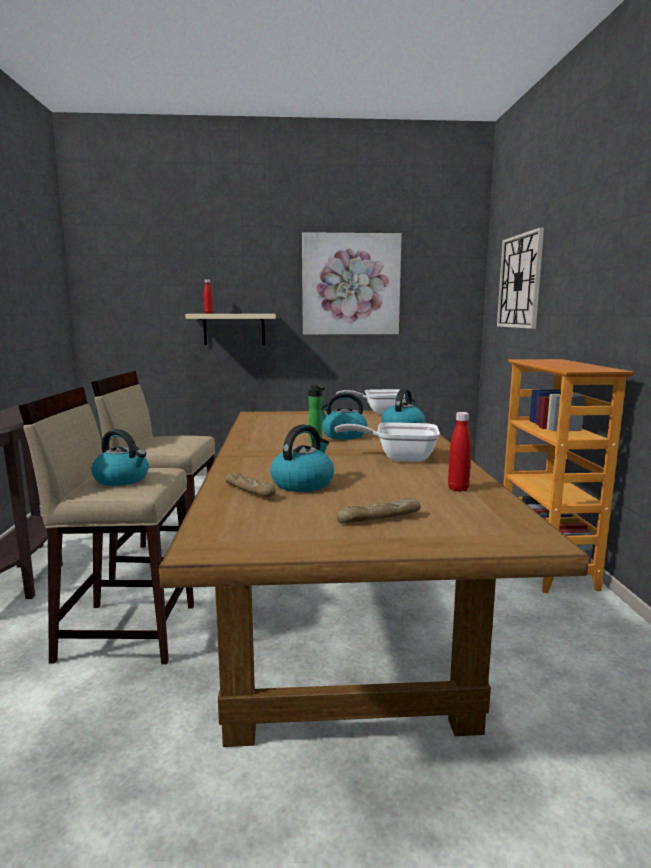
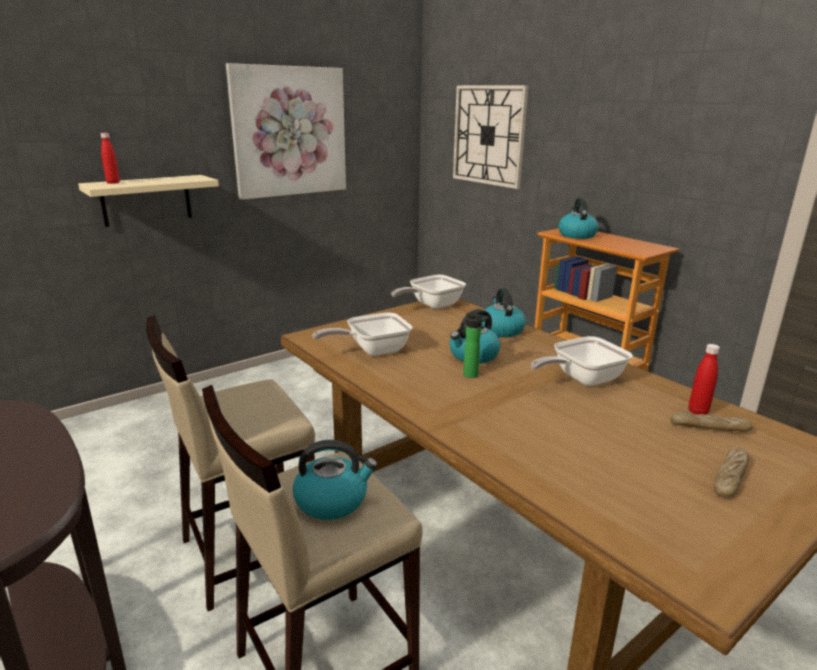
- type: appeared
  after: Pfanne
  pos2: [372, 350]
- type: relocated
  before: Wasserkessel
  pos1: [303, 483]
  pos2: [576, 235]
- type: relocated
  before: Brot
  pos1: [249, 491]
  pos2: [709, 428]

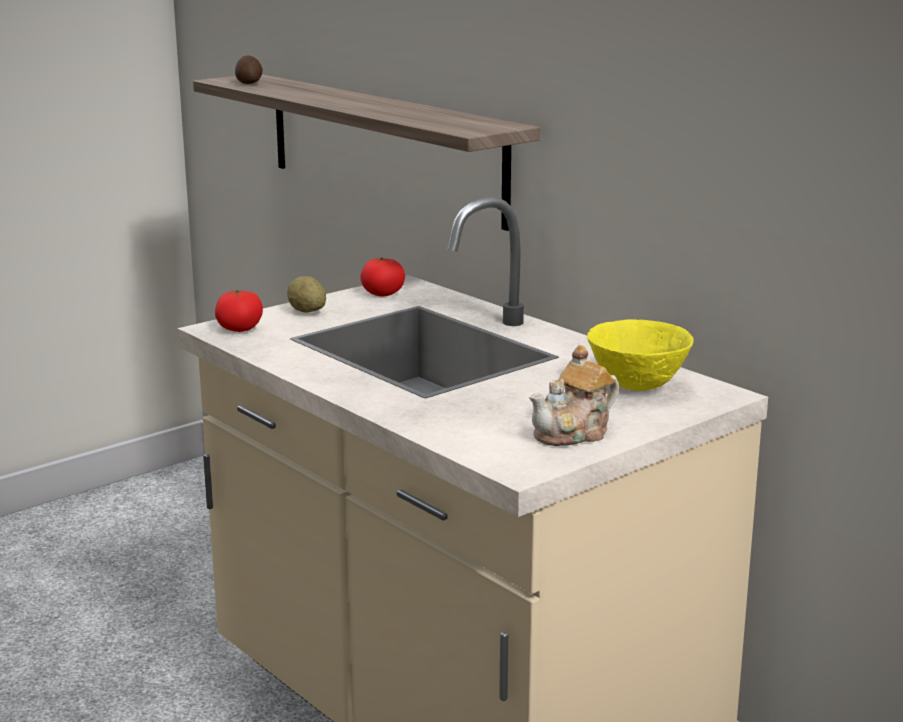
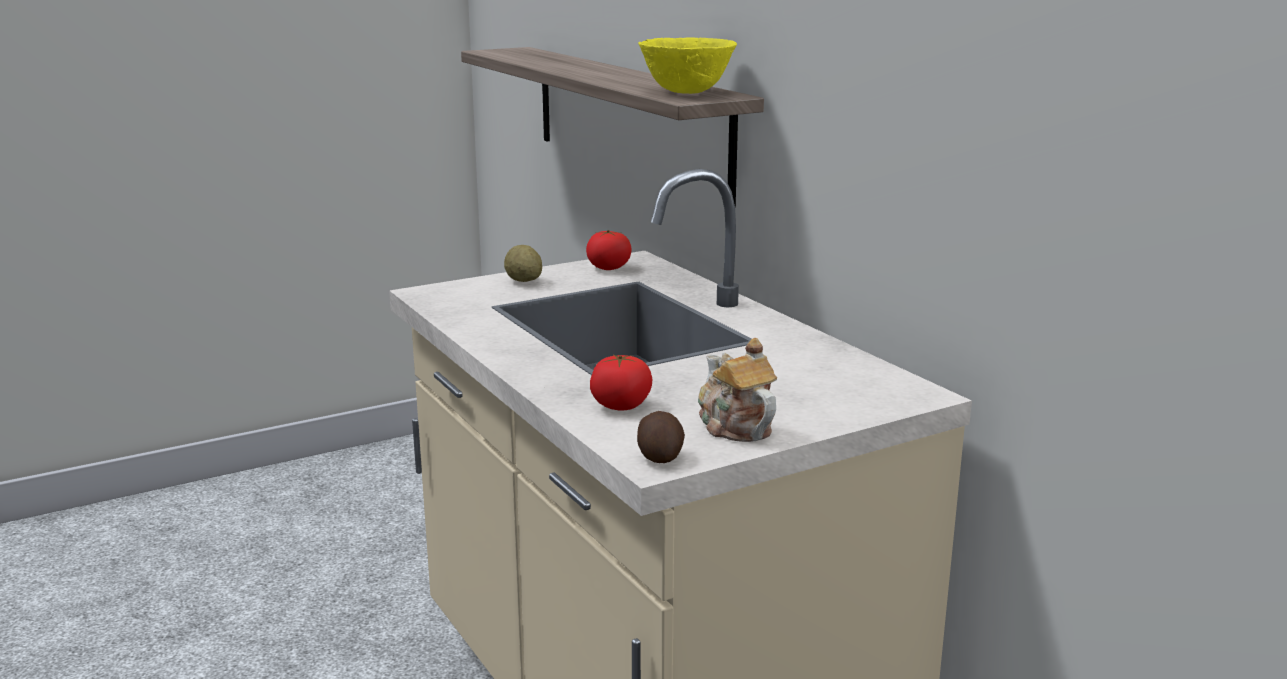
- type: relocated
  before: Tomate
  pos1: [240, 329]
  pos2: [621, 405]
- type: relocated
  before: Kartoffel
  pos1: [249, 83]
  pos2: [659, 455]
- type: relocated
  before: Schüssel/gelb
  pos1: [638, 386]
  pos2: [687, 92]
- type: spun
  before: Teekanne
  pos1: [574, 433]
  pos2: [734, 426]
  turn: 90

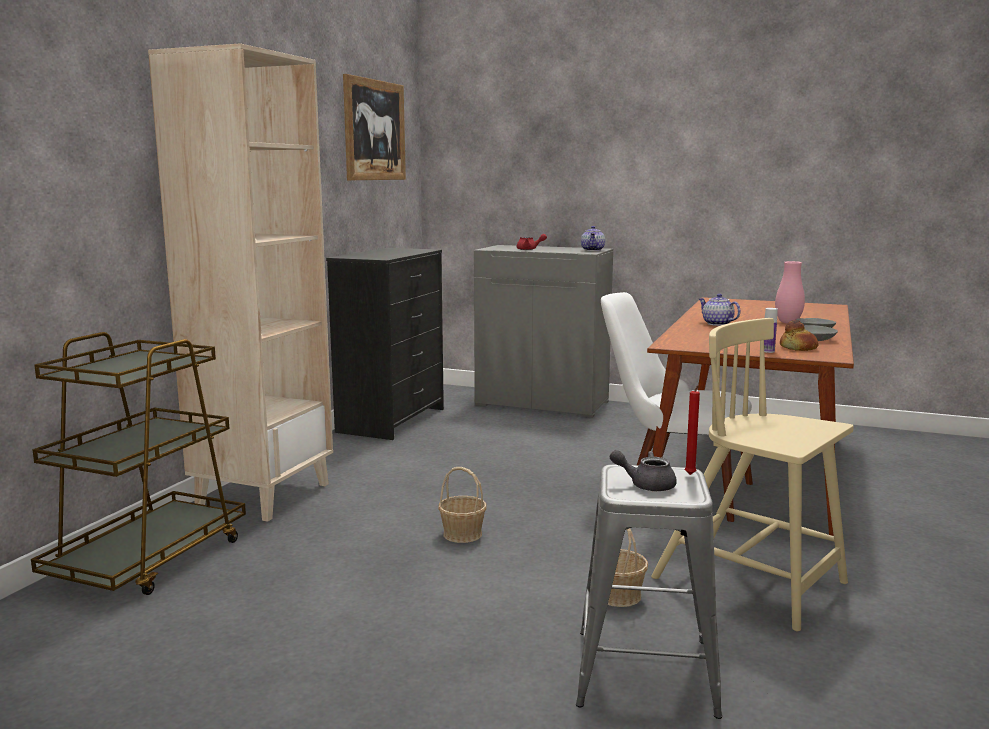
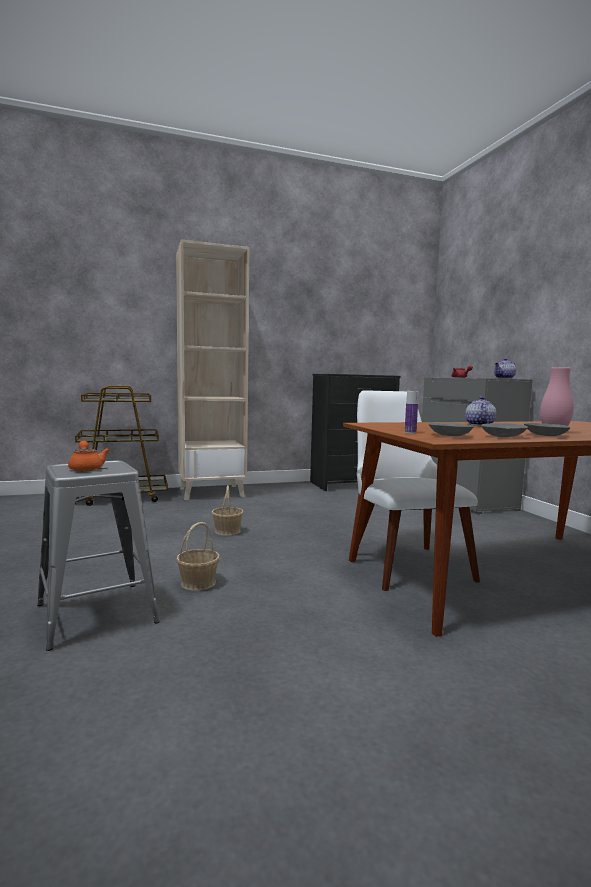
- type: colour
  before: Teekanne/grau
  after: Teekanne/orange
  pos1: [646, 485]
  pos2: [86, 468]
- type: exchanged
  before: Brot
  after: Schüssel/grau
  pos1: [798, 348]
  pos2: [450, 435]
- type: missing
  before: Bild
  pos1: [374, 130]
- type: missing
  before: Stuhl/beige
  pos1: [752, 582]
- type: missing
  before: Kerze/rot
  pos1: [690, 475]

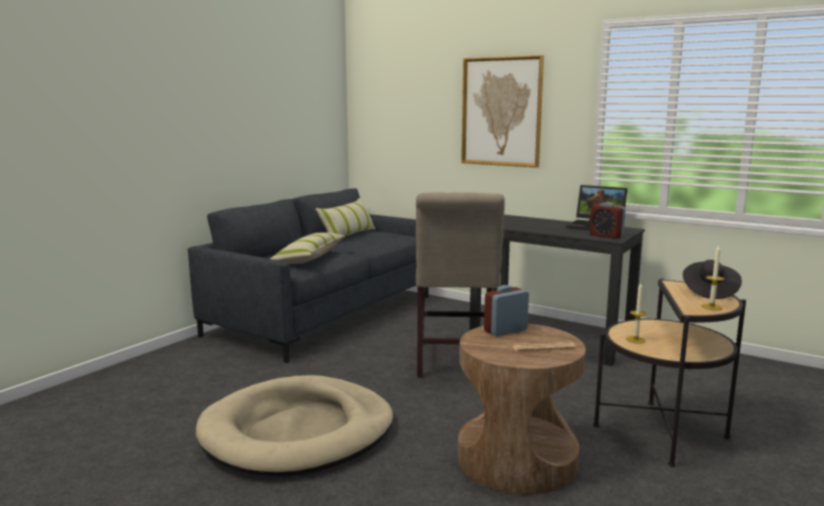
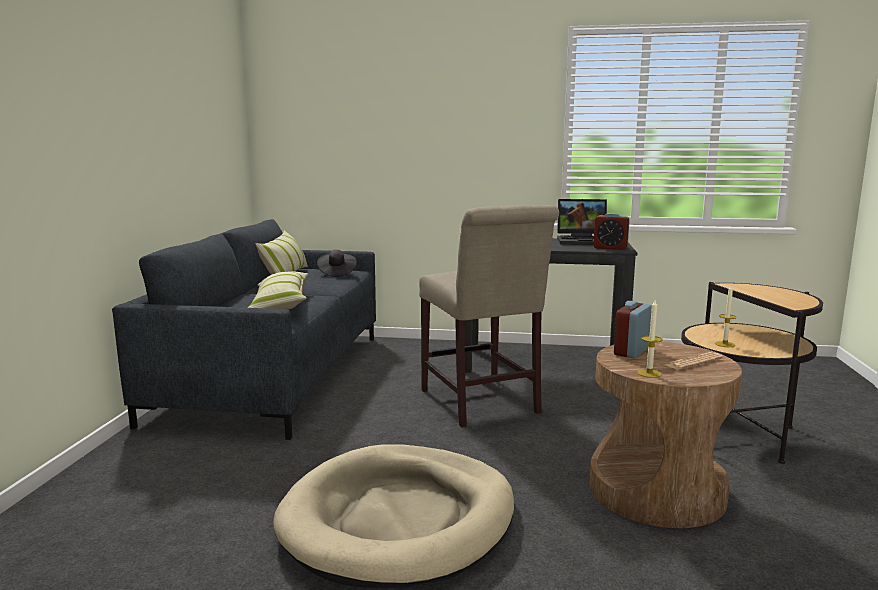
- type: relocated
  before: Hut/schwarz
  pos1: [709, 292]
  pos2: [336, 273]
- type: relocated
  before: Kerze
  pos1: [711, 307]
  pos2: [649, 373]
- type: missing
  before: Bild
  pos1: [501, 111]

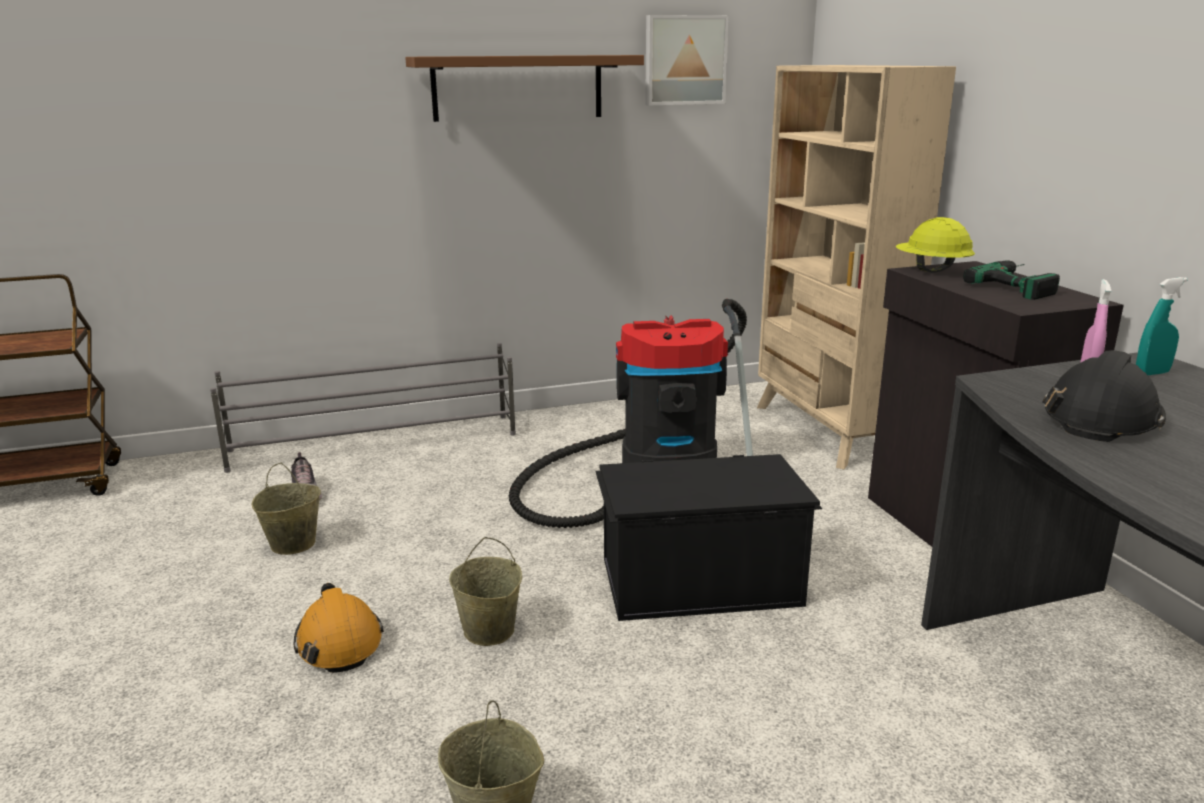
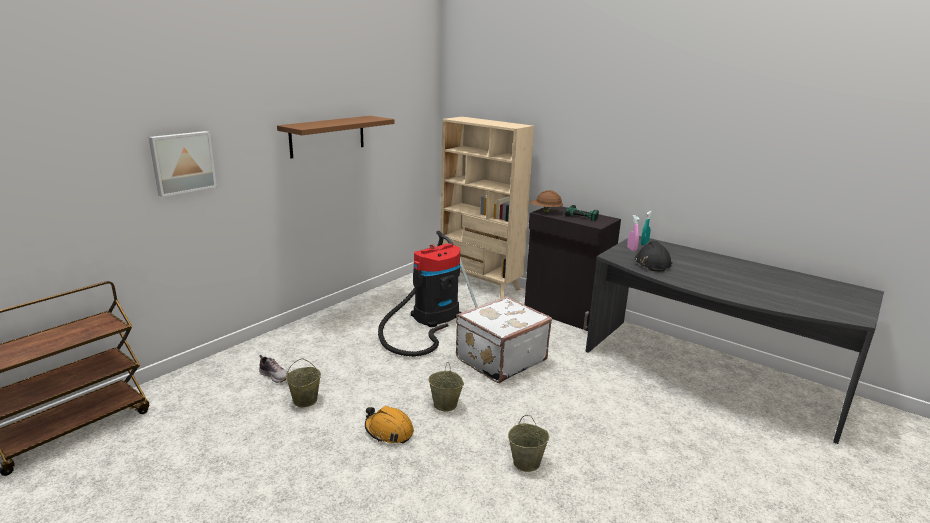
- type: relocated
  before: Bild
  pos1: [684, 60]
  pos2: [182, 162]
- type: exchanged
  before: Aufbewahrungsbox/schwarz
  after: Koffer/weiß
  pos1: [698, 580]
  pos2: [499, 359]
- type: colour
  before: Schutzhelm/gelb
  after: Schutzhelm/braun
  pos1: [931, 270]
  pos2: [545, 211]
- type: missing
  before: Schuhregal/grau
  pos1: [376, 442]

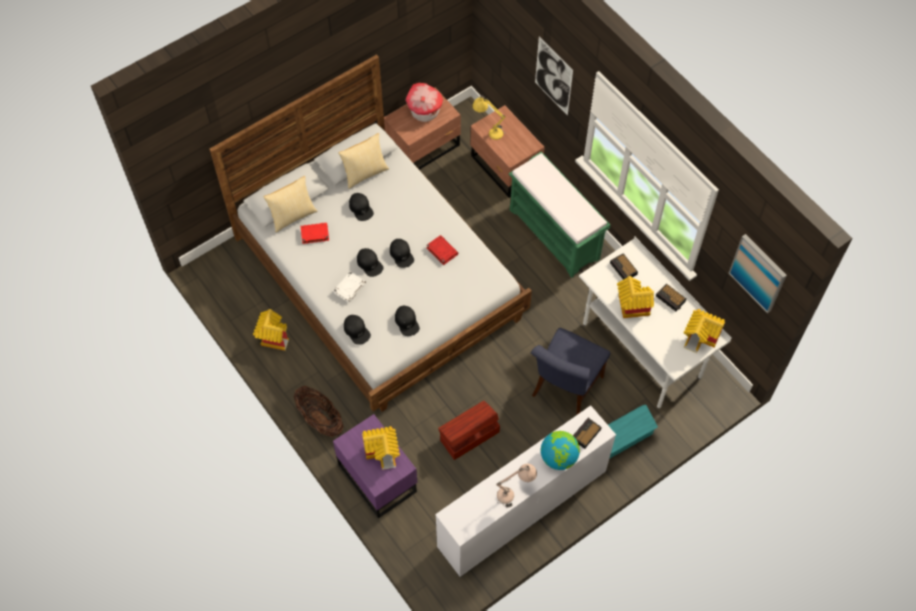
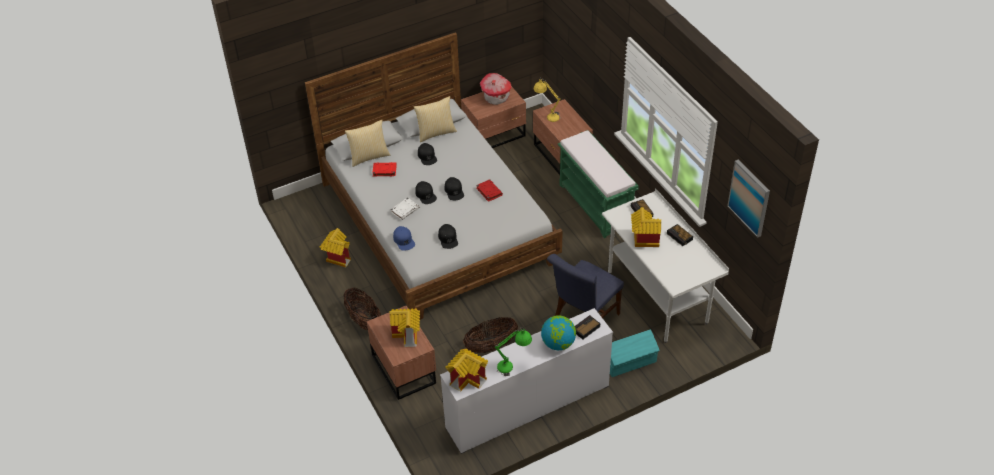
- type: colour
  before: Nachttisch/lila
  after: Nachttisch/braun
  pos1: [377, 476]
  pos2: [404, 368]
- type: colour
  before: Kappe/schwarz
  after: Kappe/blau
  pos1: [356, 330]
  pos2: [404, 240]
- type: relocated
  before: Spielzeughaus
  pos1: [700, 337]
  pos2: [468, 379]
- type: exchanged
  before: Aufbewahrungsbox/braun
  after: Korb
  pos1: [469, 436]
  pos2: [491, 346]
- type: colour
  before: Tischlampe/beige
  after: Tischlampe/grün
  pos1: [514, 493]
  pos2: [513, 366]
- type: missing
  before: Bild
  pos1: [553, 76]

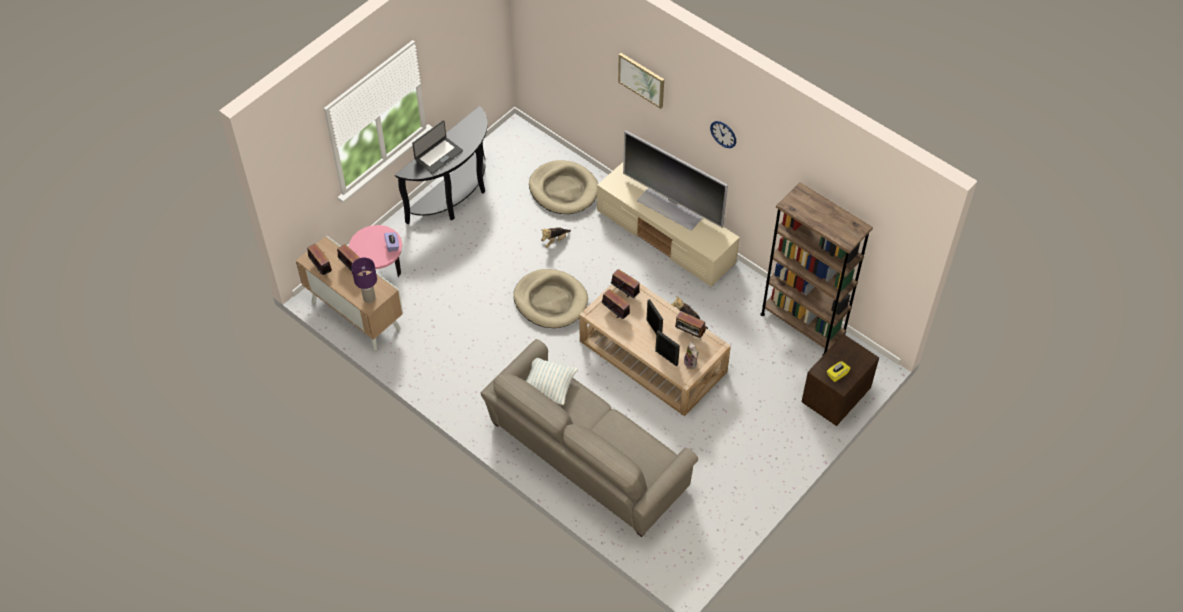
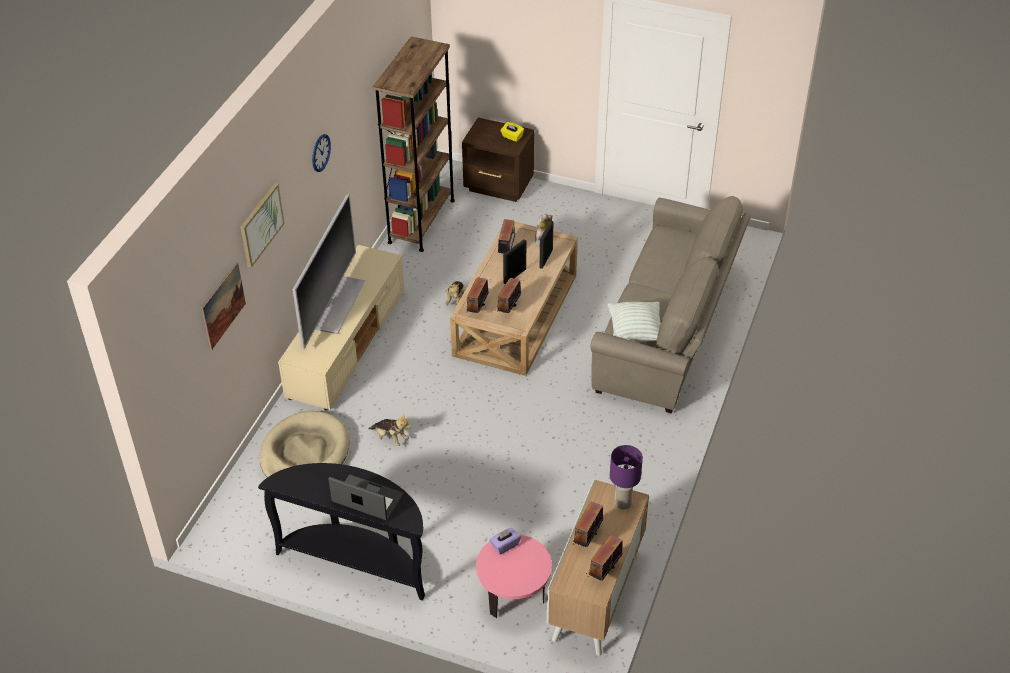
- type: appeared
  after: Bild
  pos2: [223, 305]
- type: missing
  before: Hundebett/beige
  pos1: [550, 301]

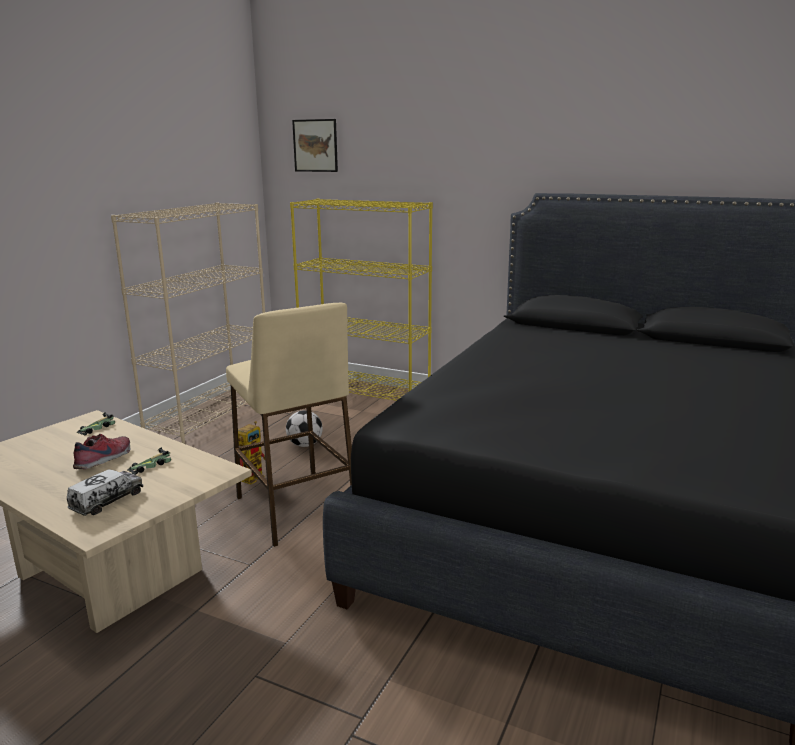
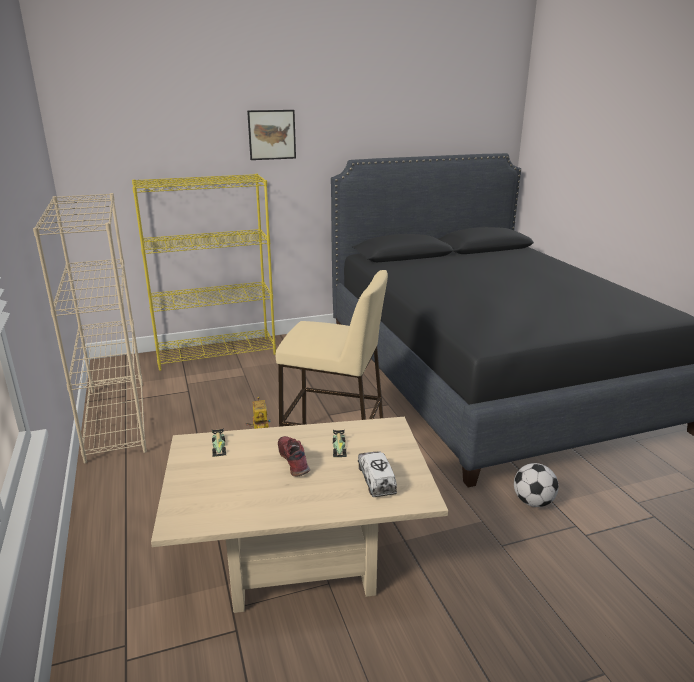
- type: relocated
  before: Bild
  pos1: [315, 145]
  pos2: [272, 134]
- type: relocated
  before: Fußball
  pos1: [305, 445]
  pos2: [533, 502]

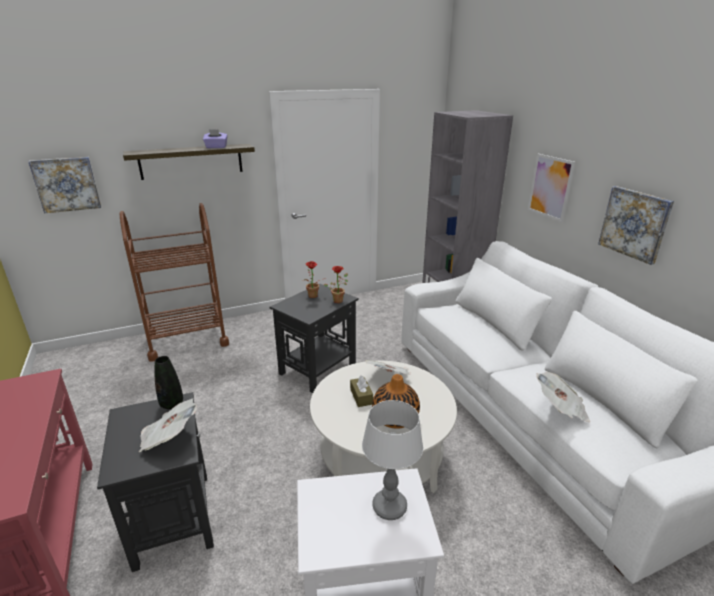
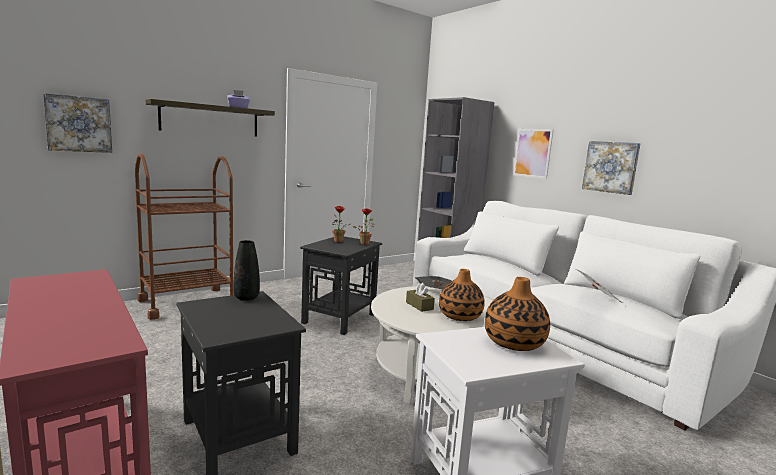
- type: exchanged
  before: Tischlampe
  after: Vase
  pos1: [388, 506]
  pos2: [513, 342]
- type: missing
  before: Zeitung
  pos1: [169, 437]

